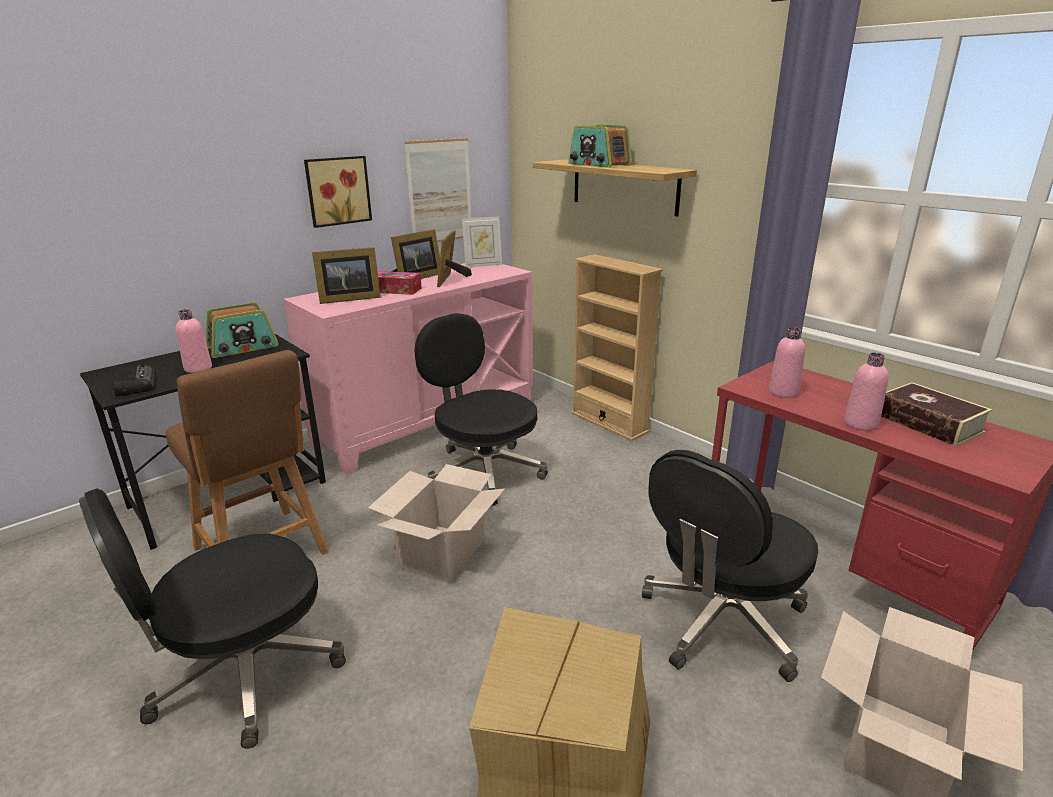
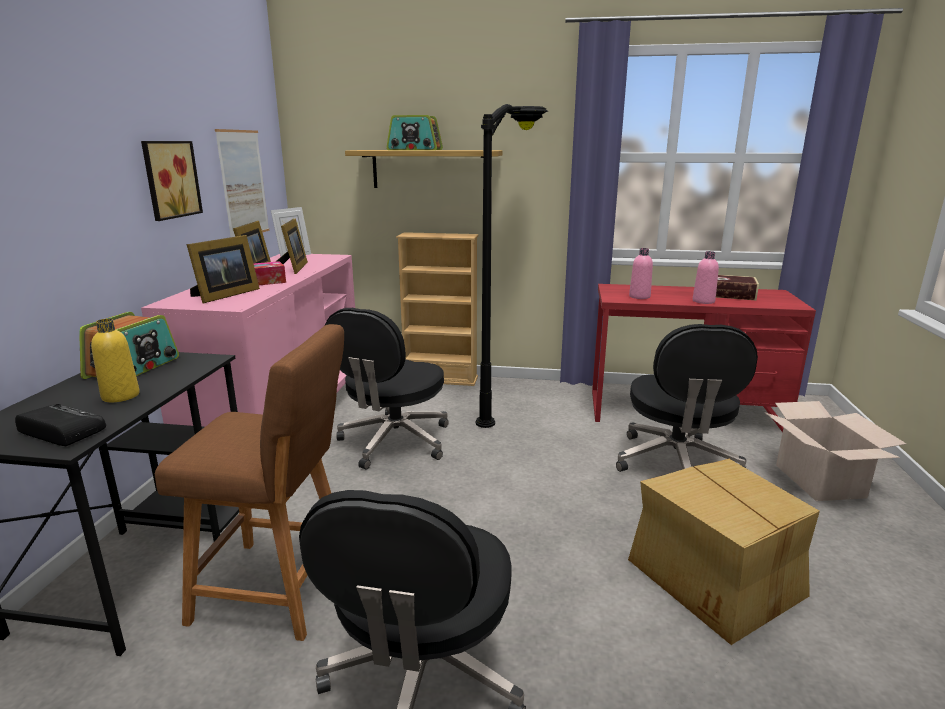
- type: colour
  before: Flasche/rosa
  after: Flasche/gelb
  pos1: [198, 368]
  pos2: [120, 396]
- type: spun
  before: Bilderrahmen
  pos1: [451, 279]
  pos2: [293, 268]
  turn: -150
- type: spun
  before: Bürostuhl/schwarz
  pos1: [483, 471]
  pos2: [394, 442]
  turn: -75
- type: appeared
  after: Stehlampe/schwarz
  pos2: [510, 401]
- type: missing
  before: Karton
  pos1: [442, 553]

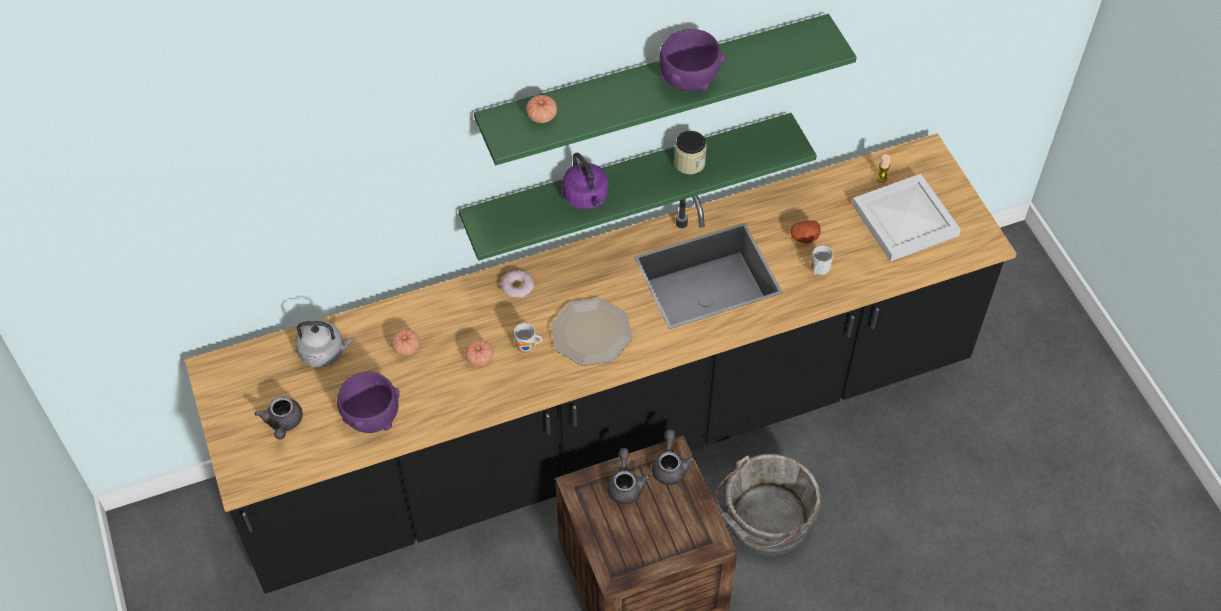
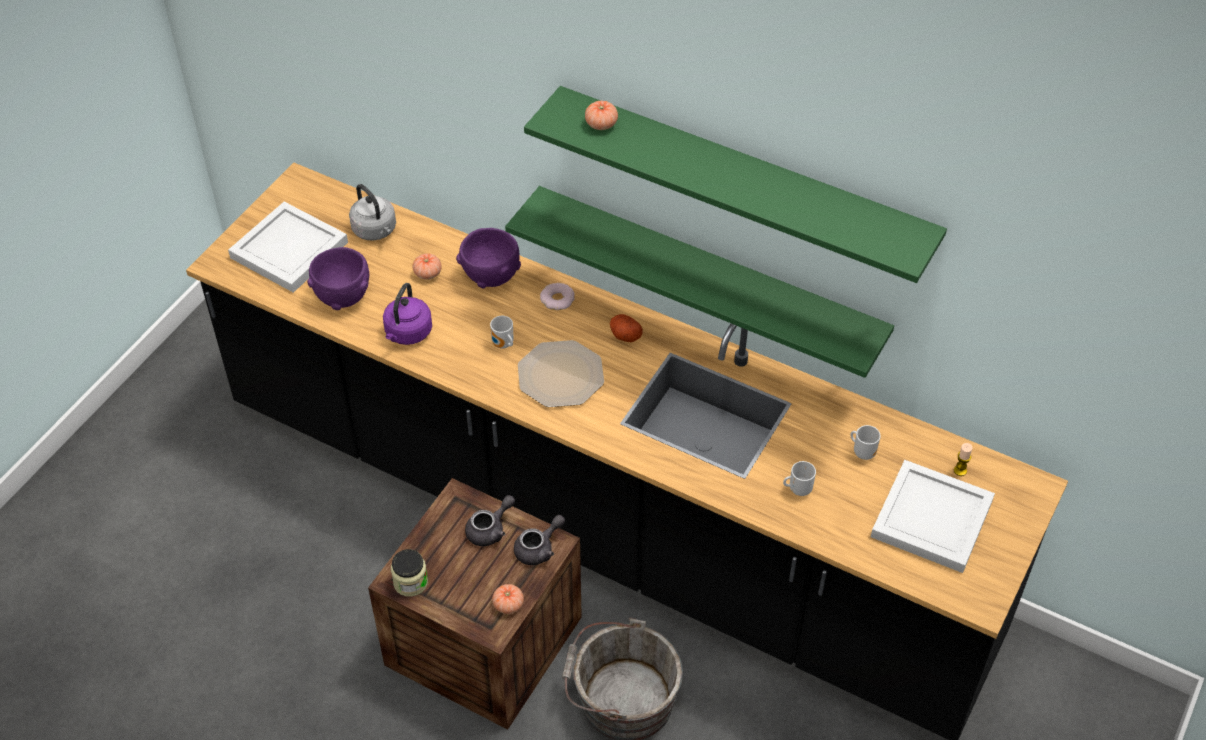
- type: exchanged
  before: Teekanne/grau
  after: Tablett/weiß
  pos1: [283, 423]
  pos2: [289, 251]
- type: relocated
  before: Wasserkessel/lila
  pos1: [587, 198]
  pos2: [407, 334]
- type: relocated
  before: Vorratsglas
  pos1: [689, 163]
  pos2: [410, 582]
- type: relocated
  before: Schüssel/lila
  pos1: [689, 80]
  pos2: [491, 276]
- type: relocated
  before: Tomate
  pos1: [479, 358]
  pos2: [508, 605]
- type: relocated
  before: Kartoffel
  pos1: [804, 237]
  pos2: [624, 335]
- type: appeared
  after: Henkelbecher
  pos2: [863, 452]

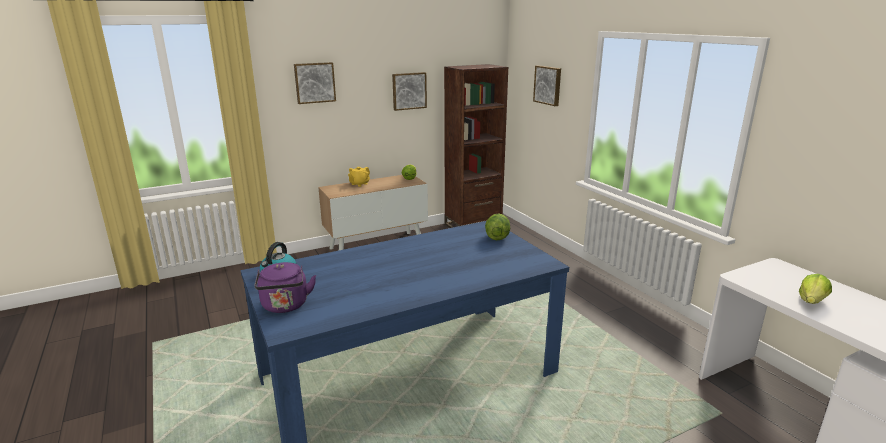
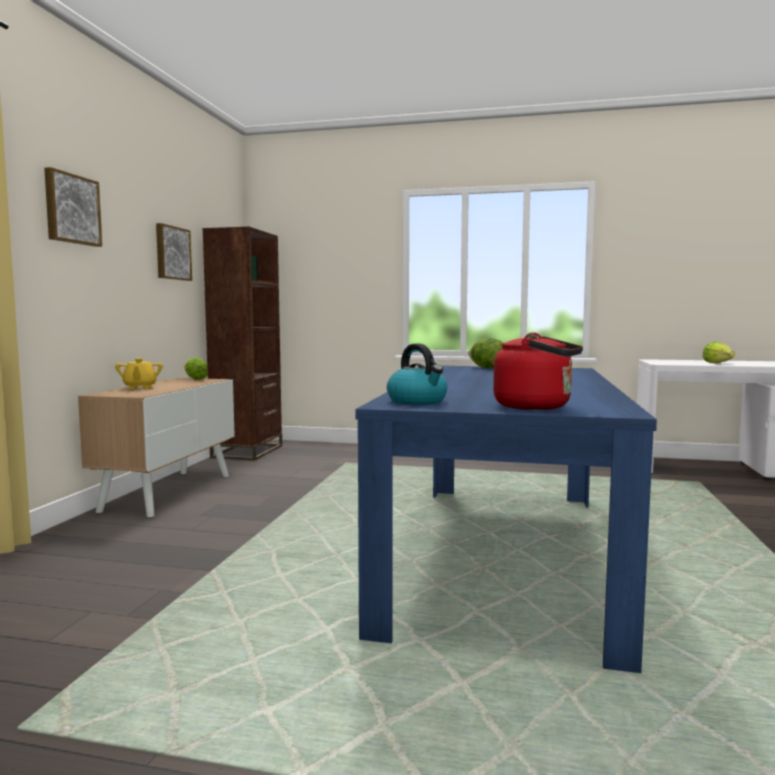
- type: colour
  before: Wasserkessel/lila
  after: Wasserkessel/rot
  pos1: [285, 306]
  pos2: [537, 407]
- type: missing
  before: Bild
  pos1: [548, 85]

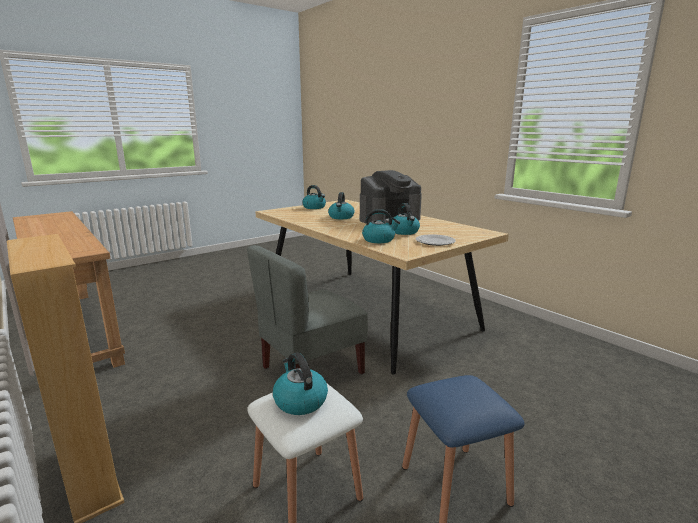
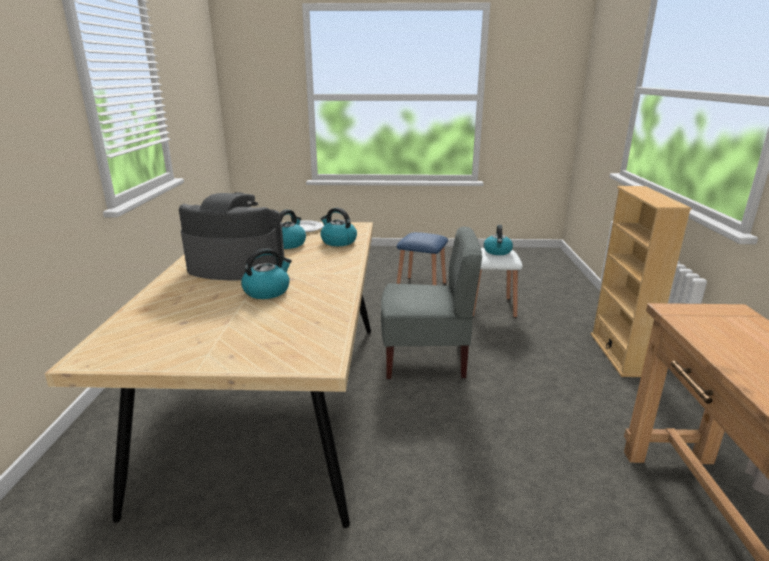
- type: missing
  before: Wasserkessel
  pos1: [314, 207]

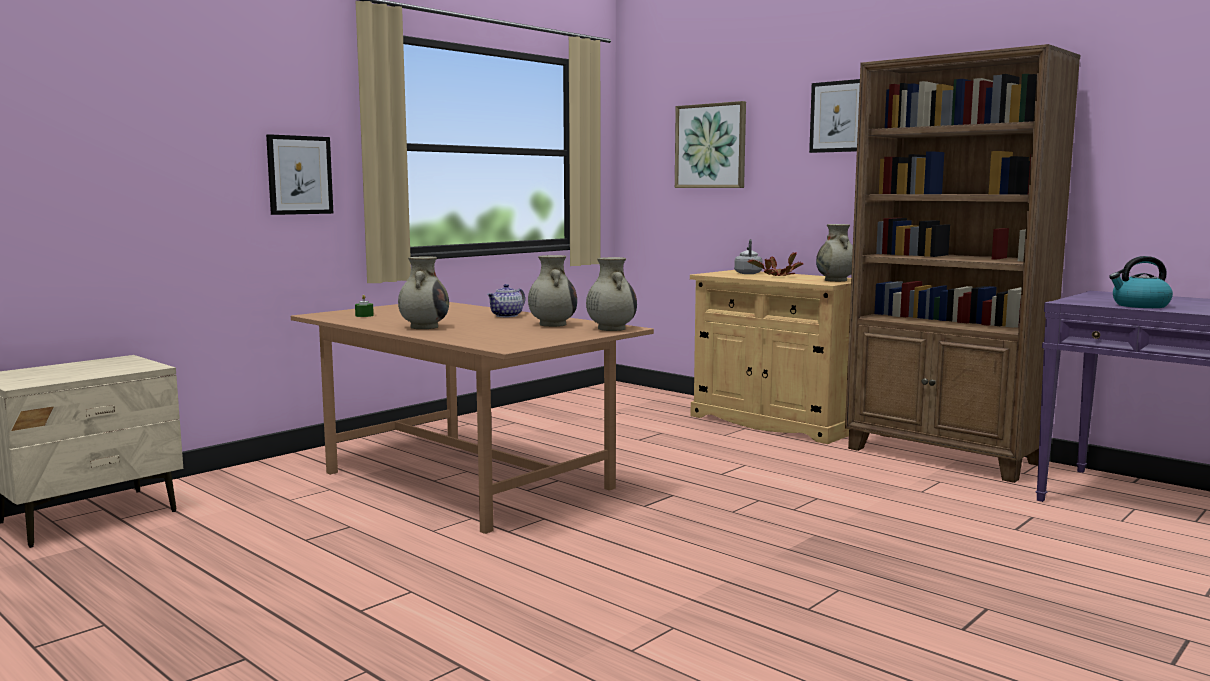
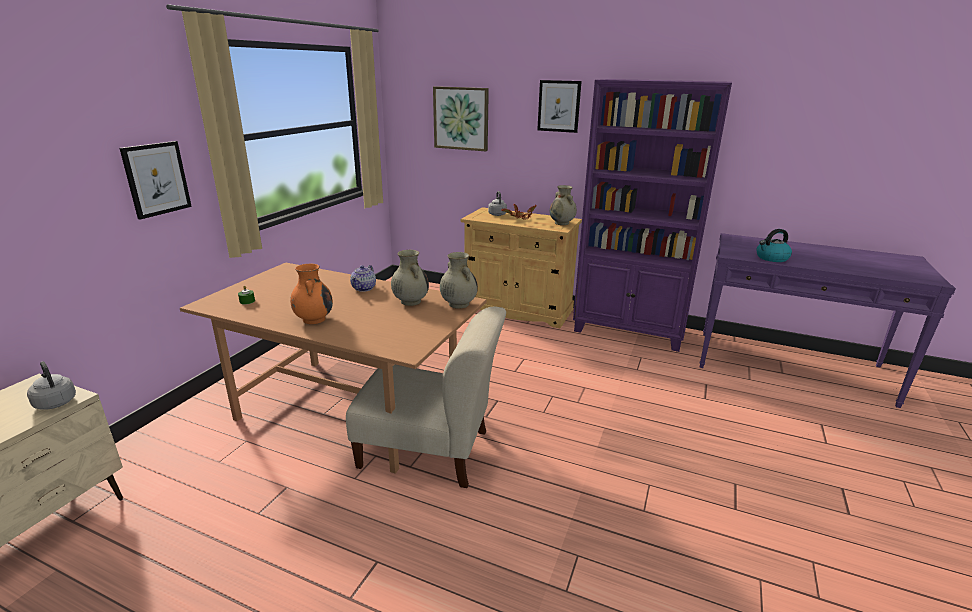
- type: appeared
  after: Wasserkessel/grau
  pos2: [55, 402]
- type: colour
  before: Vase/beige
  after: Vase/orange
  pos1: [424, 327]
  pos2: [314, 319]
- type: appeared
  after: Stuhl/beige
  pos2: [430, 451]
- type: colour
  before: Bücherregal/braun
  after: Bücherregal/lila
  pos1: [944, 456]
  pos2: [629, 331]

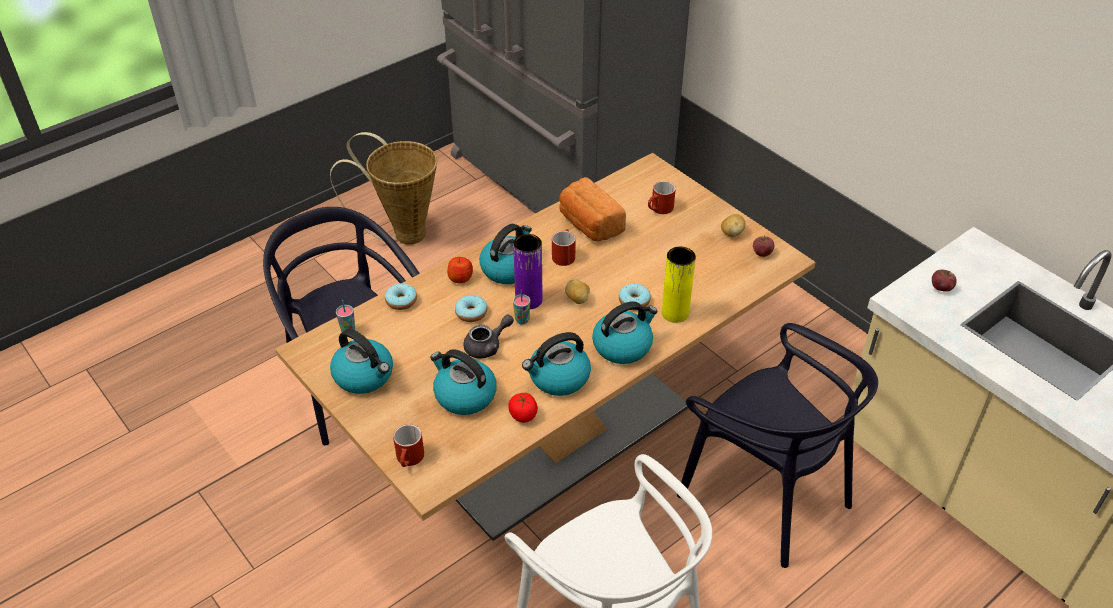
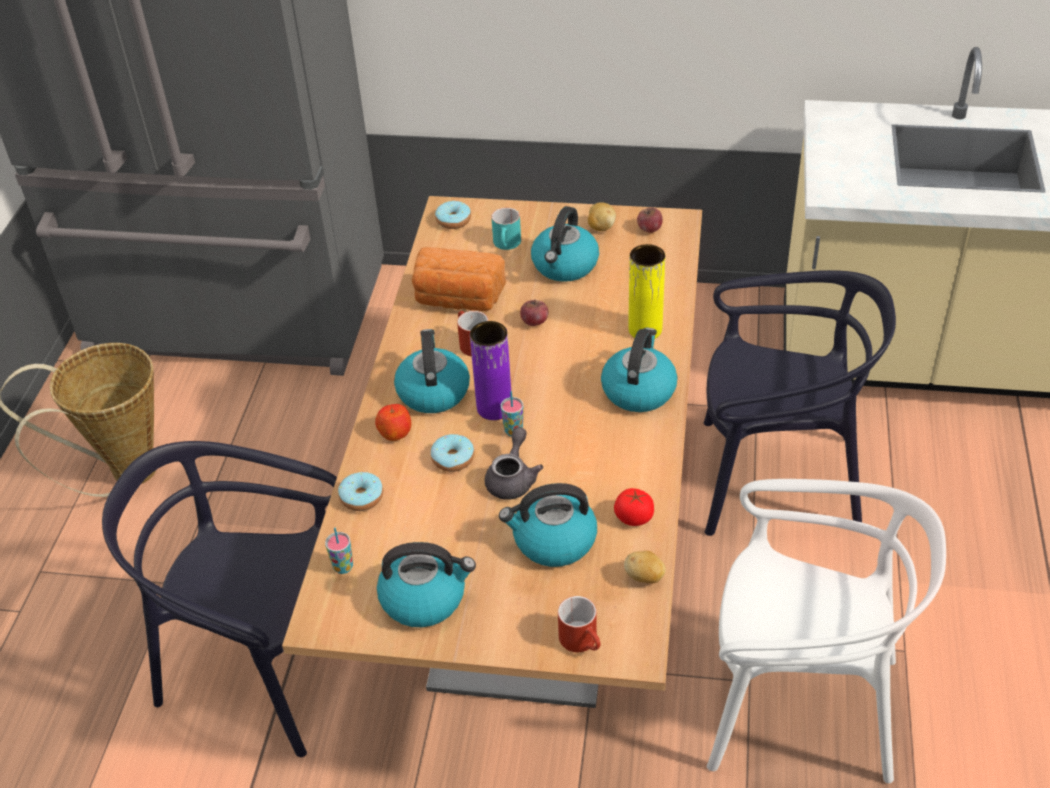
- type: relocated
  before: Donut
  pos1: [634, 301]
  pos2: [453, 220]
- type: colour
  before: Henkelbecher/rot
  after: Henkelbecher/türkis
  pos1: [659, 209]
  pos2: [507, 245]
- type: relocated
  before: Apfel
  pos1: [941, 288]
  pos2: [534, 322]
- type: relocated
  before: Wasserkessel
  pos1: [558, 378]
  pos2: [565, 266]
- type: relocated
  before: Kartoffel
  pos1: [577, 299]
  pos2: [644, 577]

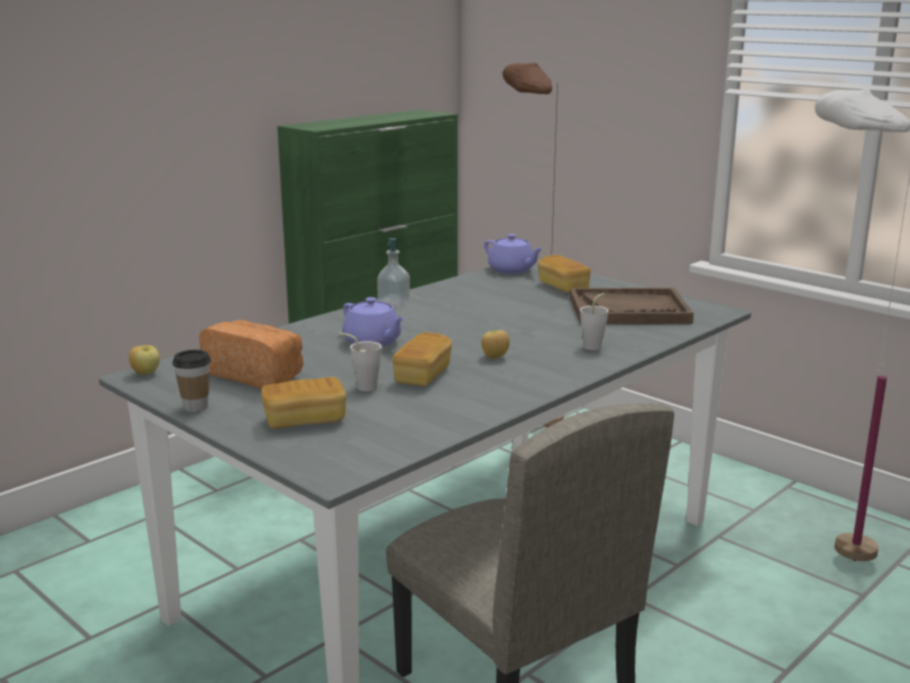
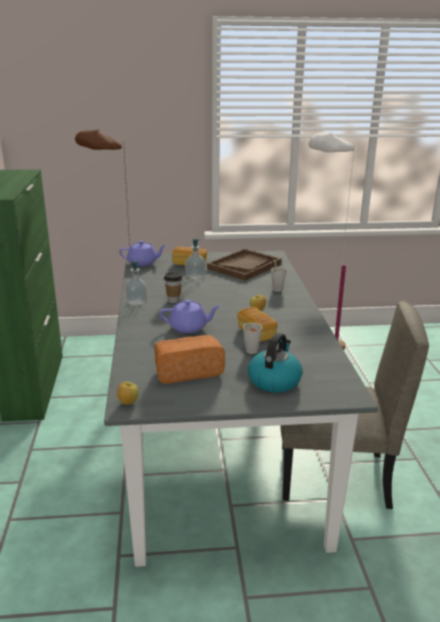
- type: relocated
  before: Tasse
  pos1: [196, 407]
  pos2: [173, 300]
- type: appeared
  after: Seifenspender
  pos2: [195, 276]
- type: exchanged
  before: Brot
  after: Wasserkessel
  pos1: [305, 421]
  pos2: [274, 380]

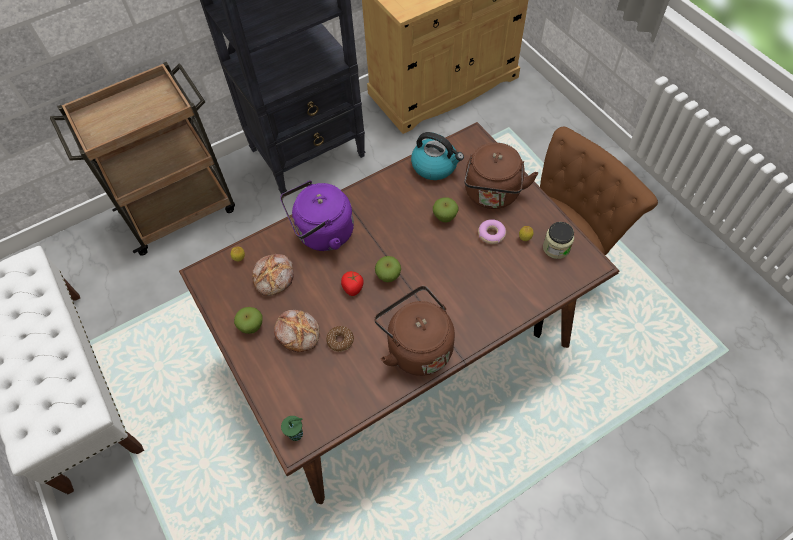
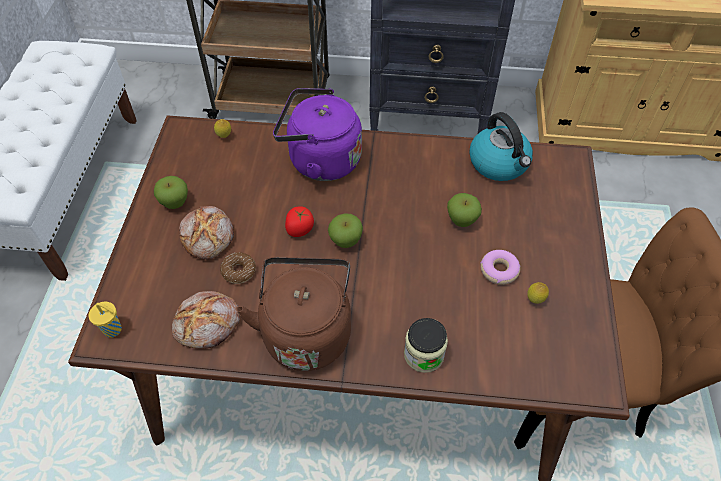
- type: colour
  before: Tasse/grün
  after: Tasse/gelb
  pos1: [297, 433]
  pos2: [114, 330]
- type: relocated
  before: Brot
  pos1: [275, 277]
  pos2: [208, 325]
- type: relocated
  before: Vorratsglas
  pos1: [556, 248]
  pos2: [424, 354]
- type: missing
  before: Wasserkessel/braun
  pos1: [492, 195]

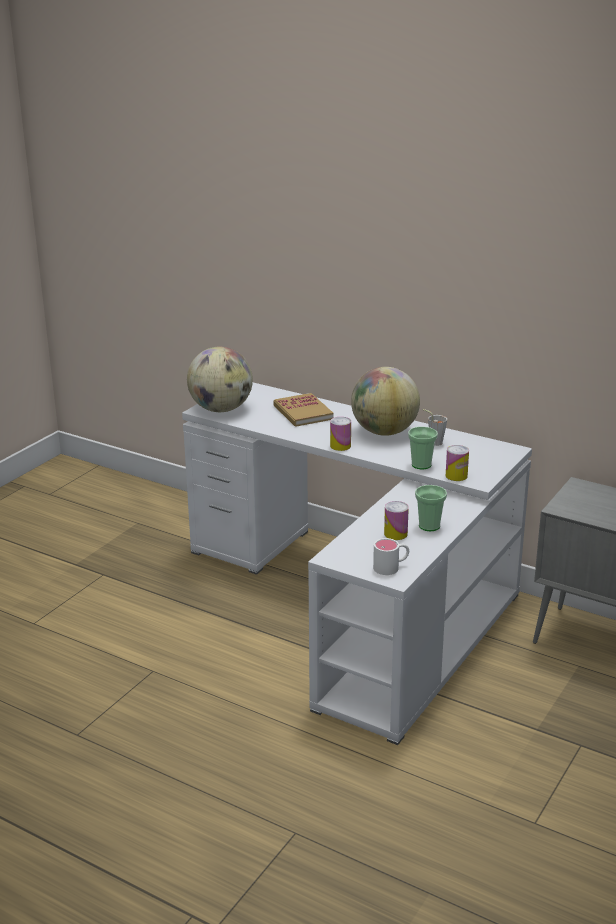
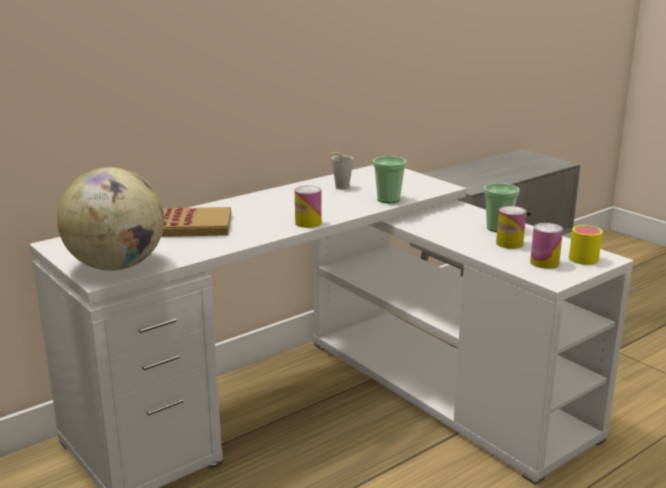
- type: relocated
  before: Dose
  pos1: [456, 476]
  pos2: [544, 263]
- type: colour
  before: Henkelbecher/weiß
  after: Henkelbecher/gelb
  pos1: [391, 567]
  pos2: [581, 256]
- type: missing
  before: Globus
  pos1: [384, 432]

